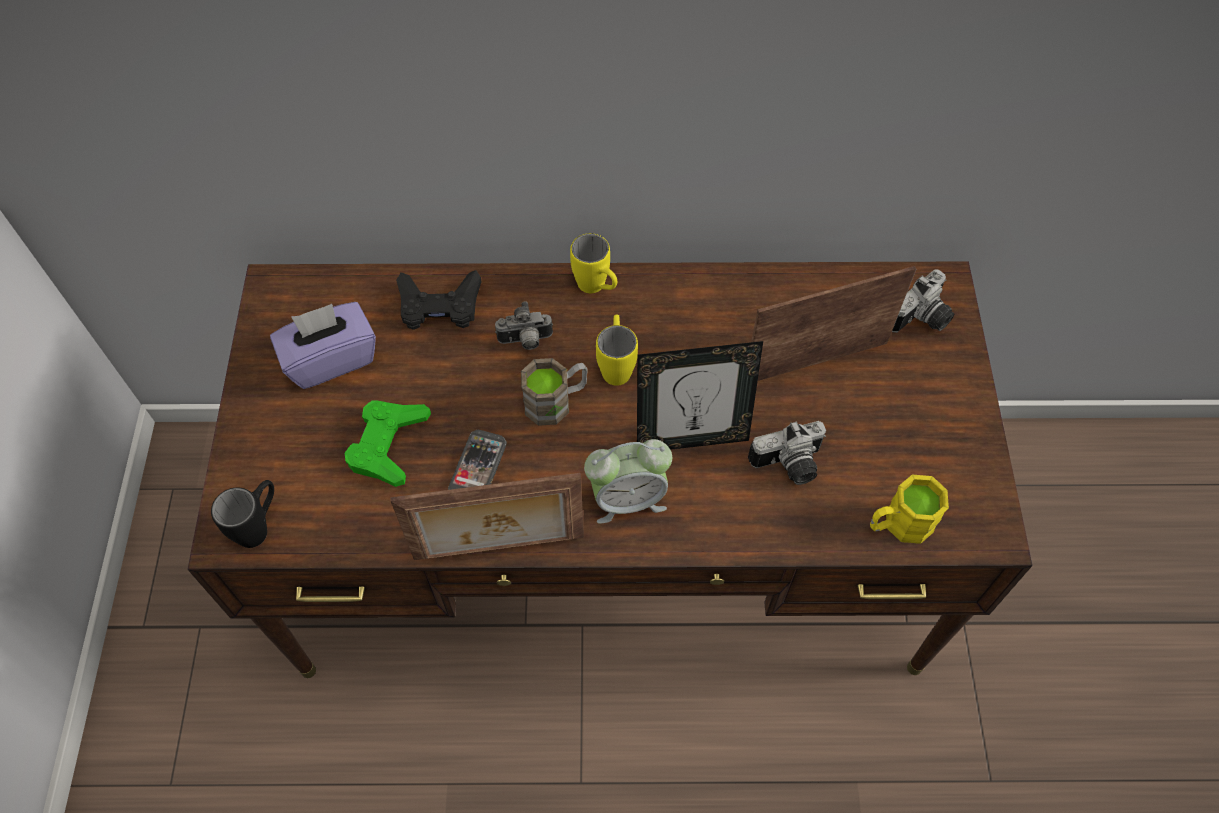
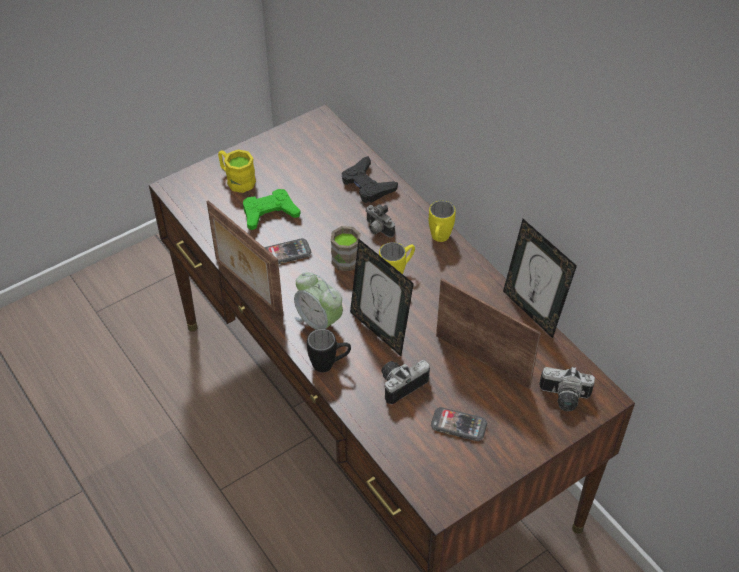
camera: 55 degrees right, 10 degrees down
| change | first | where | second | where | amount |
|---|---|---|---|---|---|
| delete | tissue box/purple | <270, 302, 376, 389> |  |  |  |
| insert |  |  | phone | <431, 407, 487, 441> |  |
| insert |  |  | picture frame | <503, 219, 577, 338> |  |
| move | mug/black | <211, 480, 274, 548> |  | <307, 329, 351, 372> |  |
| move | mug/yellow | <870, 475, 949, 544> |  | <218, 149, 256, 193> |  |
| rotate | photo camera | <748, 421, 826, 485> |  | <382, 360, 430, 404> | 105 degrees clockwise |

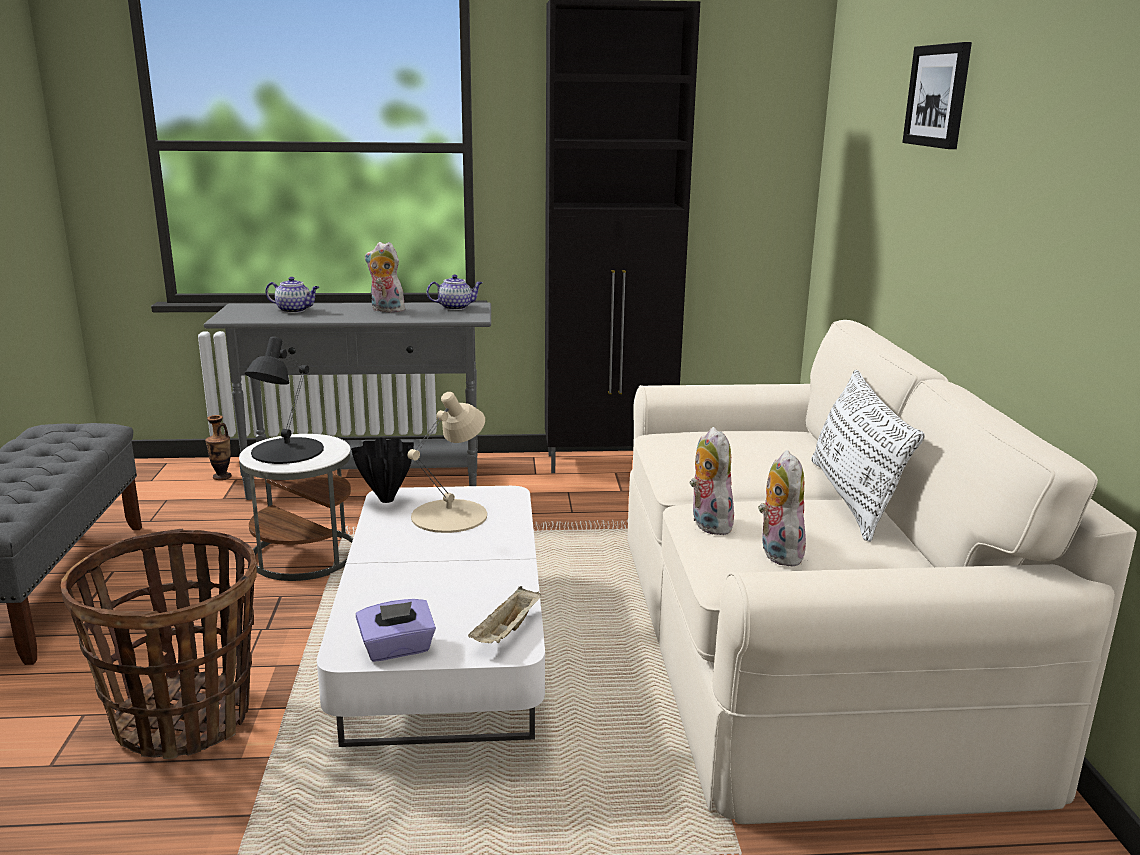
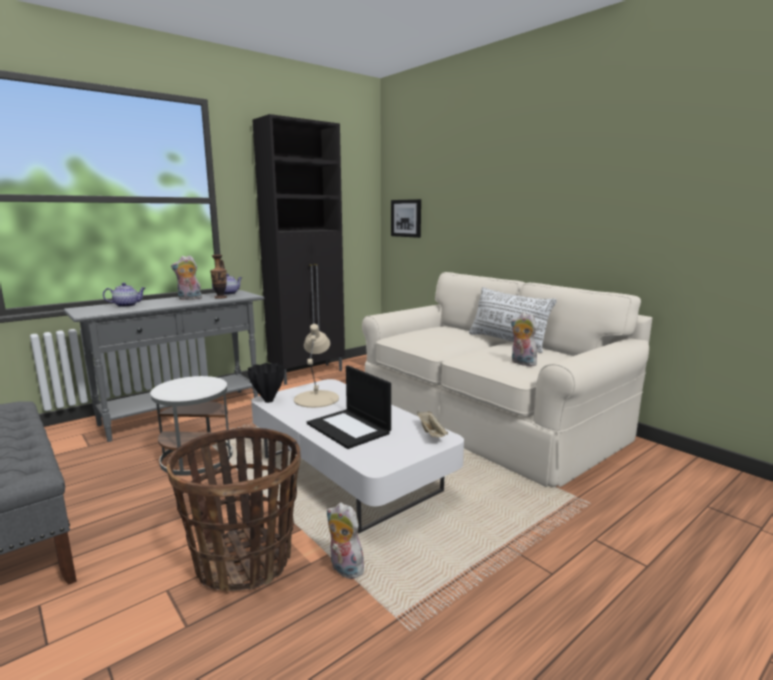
camera: 35 degrees left, 5 degrees down
| change | first | where | second | where | amount |
|---|---|---|---|---|---|
| delete | table lamp/black | <245, 336, 324, 464> |  |  |  |
| delete | tissue box/purple | <356, 599, 436, 662> |  |  |  |
| insert |  |  | laptop | <307, 365, 391, 449> |  |
| move | vase | <205, 415, 232, 480> |  | <210, 255, 227, 299> |  |
| move | plush toy | <690, 427, 735, 535> |  | <326, 502, 364, 579> |  |
| move | picture | <902, 42, 972, 149> |  | <391, 199, 421, 238> |  |

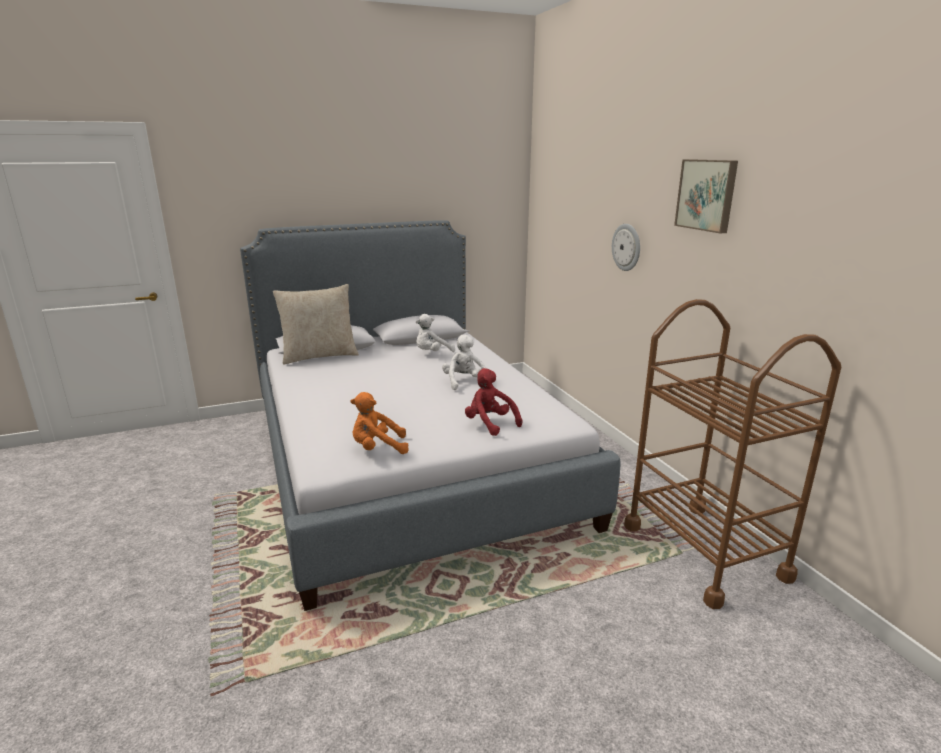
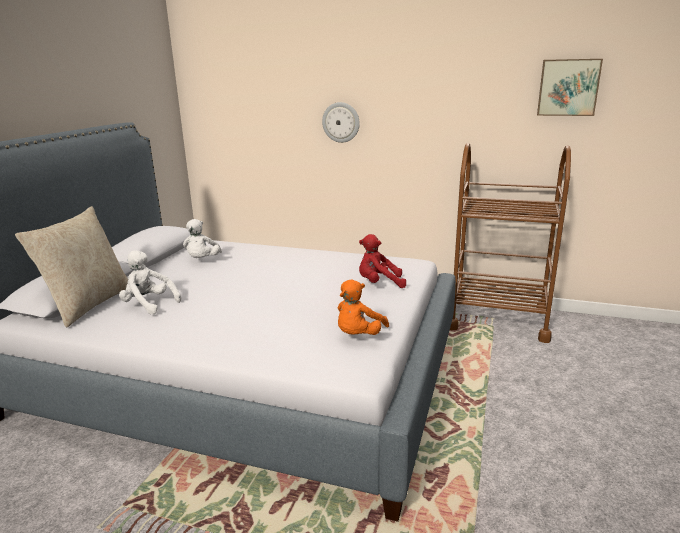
camera: 50 degrees left, 0 degrees up
| change | first | where | second | where | amount |
|---|---|---|---|---|---|
| move | plush toy/white | <442, 334, 486, 390> |  | <119, 250, 181, 314> |  |
| move | picture | <674, 159, 738, 234> |  | <537, 59, 603, 116> |  |

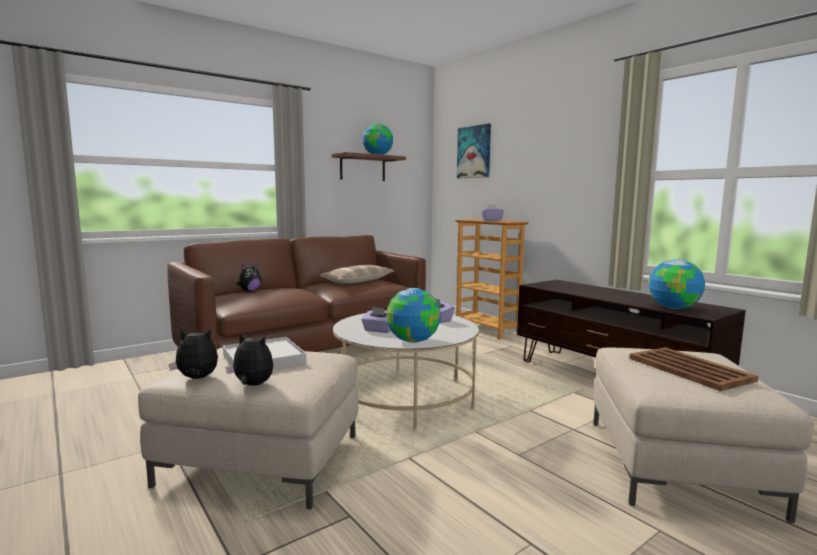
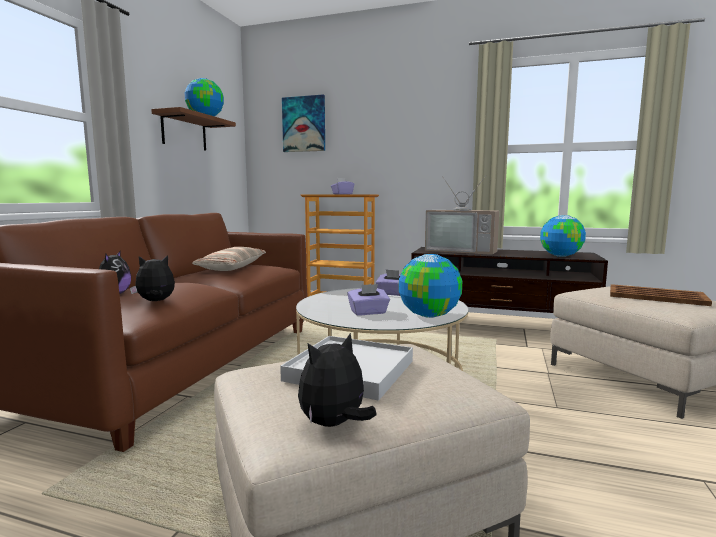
camera: 35 degrees left, 0 degrees up
| change | first | where | second | where | amount |
|---|---|---|---|---|---|
| insert |  |  | television | <425, 176, 499, 255> |  |
| move | plush toy | <226, 333, 273, 386> |  | <130, 255, 175, 301> |  |

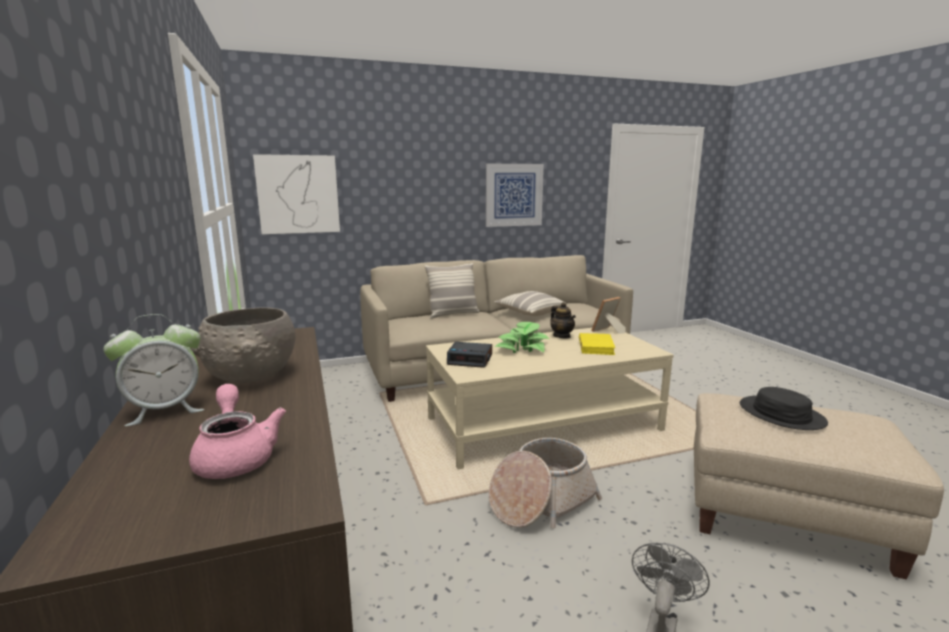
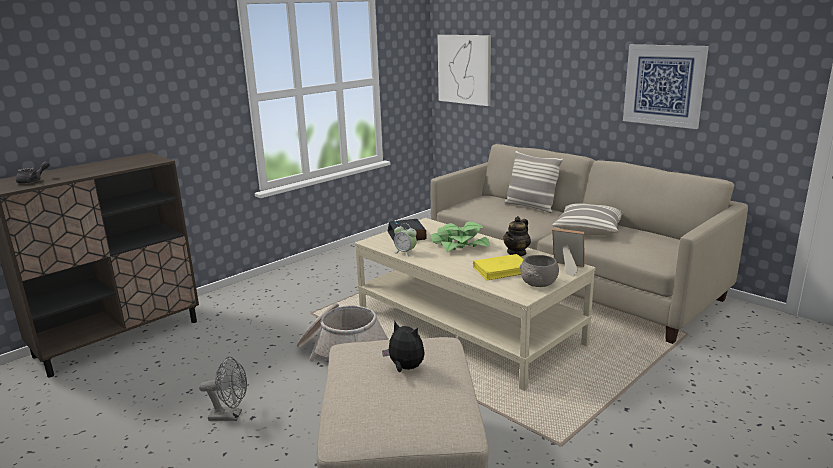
camera: 65 degrees right, 5 degrees up
| change | first | where | second | where | amount |
|---|---|---|---|---|---|
| move | alarm clock | <104, 314, 205, 426> |  | <394, 223, 417, 257> |  |
| move | bowl/grey | <191, 307, 296, 383> |  | <520, 255, 559, 287> |  |
| replace | hat/black | <740, 387, 828, 430> | plush toy | <382, 321, 425, 372> |  |
| recolor | teapot/pink | <189, 384, 286, 479> | teapot/grey | <16, 161, 50, 184> |  |

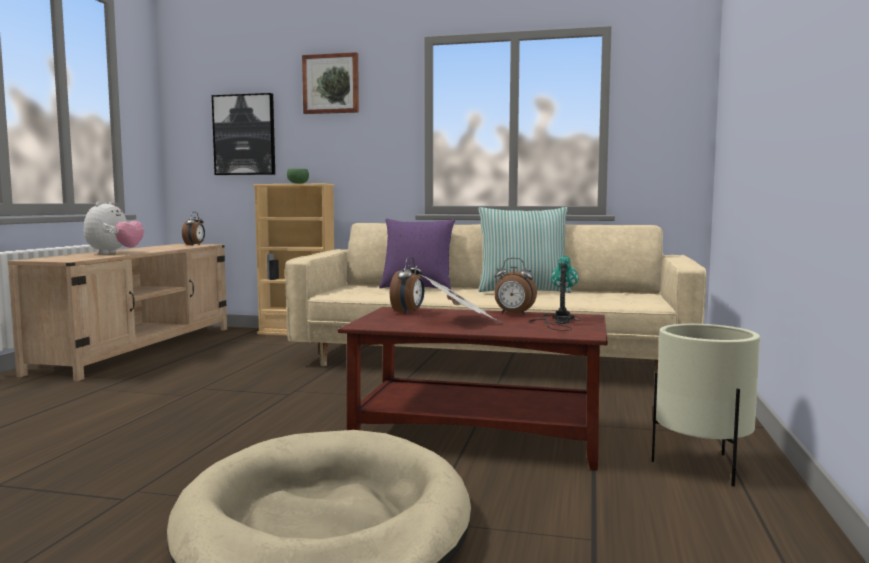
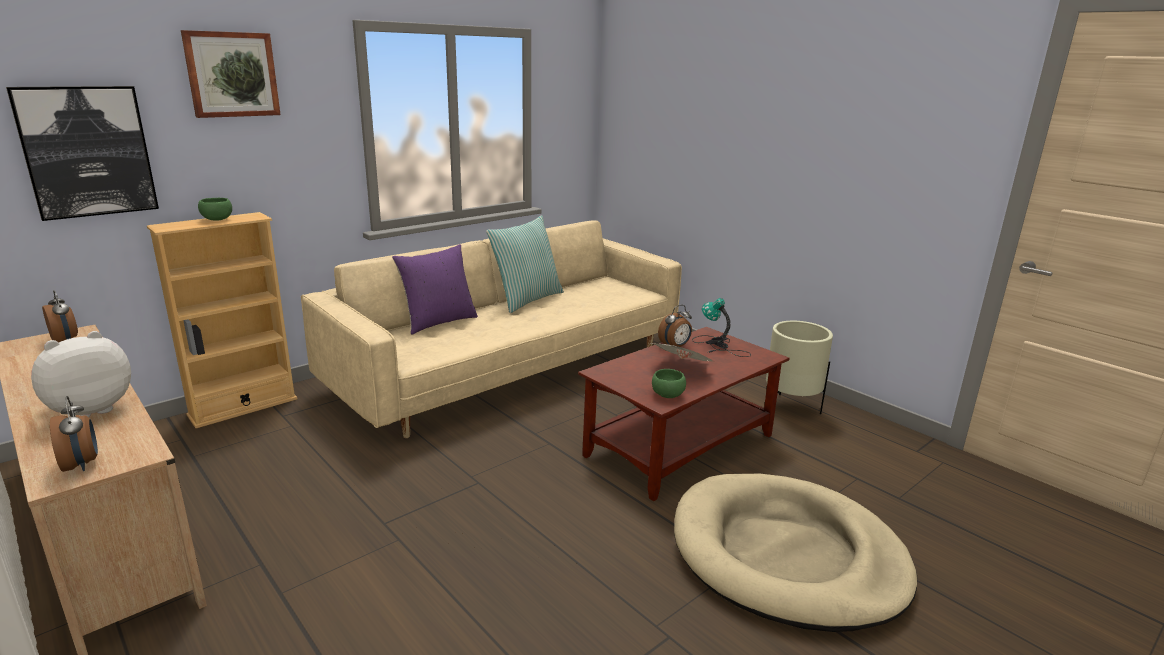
camera: 55 degrees left, 15 degrees up
| change | first | where | second | where | amount |
|---|---|---|---|---|---|
| insert |  |  | bowl/green | <652, 369, 686, 398> |  |
| move | alarm clock | <390, 257, 424, 314> |  | <50, 396, 98, 472> |  |
| rotate | plush toy | <84, 201, 144, 254> |  | <31, 331, 131, 417> | 90 degrees counterclockwise |

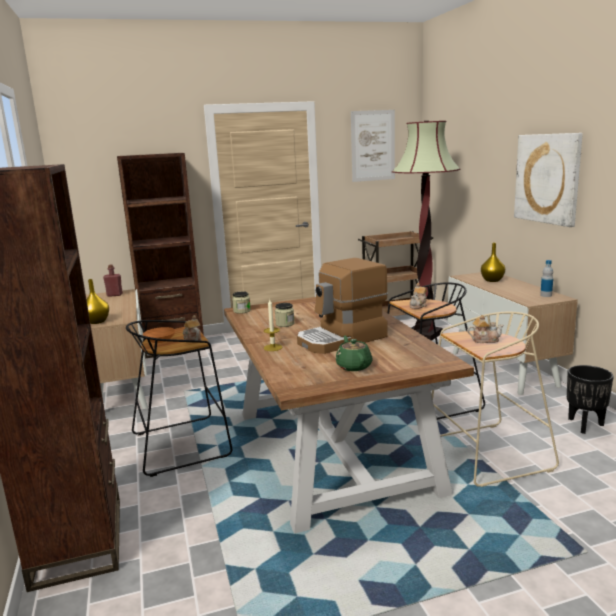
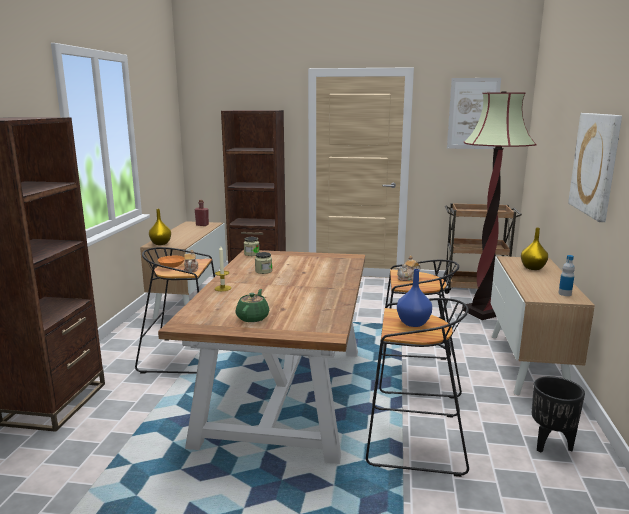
camera: 25 degrees right, 0 degrees up
| change | first | where | second | where | amount |
|---|---|---|---|---|---|
| delete | coffee machine | <297, 258, 388, 354> |  |  |  |
| replace | teapot | <467, 315, 504, 343> | vase/blue | <397, 269, 432, 327> |  |
| recolor | stool/beige | <432, 312, 559, 487> | stool/black | <366, 298, 469, 477> |  |

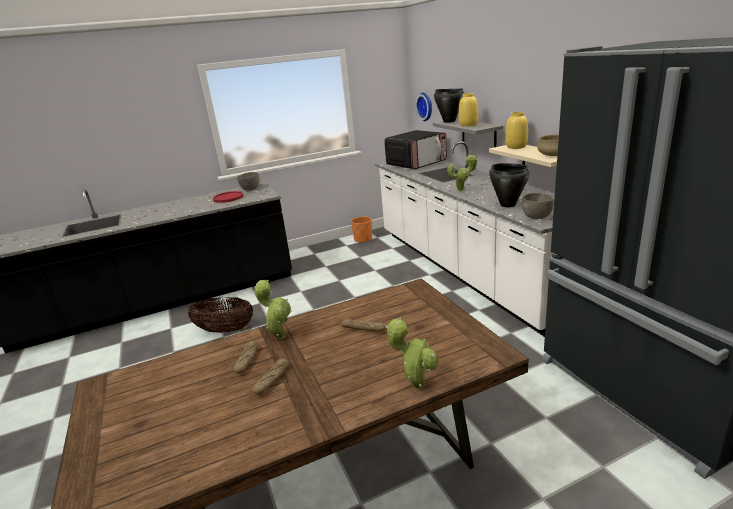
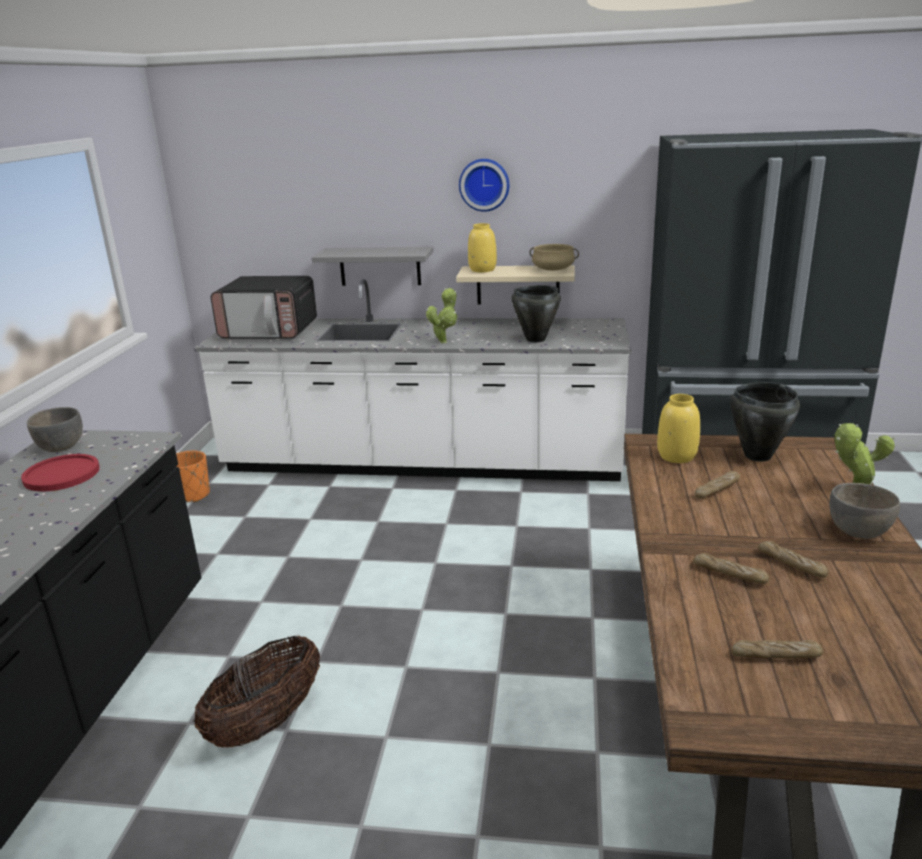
camera: 60 degrees left, 0 degrees up
| change | first | where | second | where | amount |
|---|---|---|---|---|---|
| delete | potted plant | <254, 280, 292, 339> |  |  |  |
| insert |  |  | bread | <731, 640, 823, 659> |  |
| move | wall clock | <416, 93, 432, 121> |  | <459, 159, 509, 212> |  |
| move | cooking pot/black | <434, 89, 464, 123> |  | <730, 382, 800, 461> |  |
| move | vase/yellow | <459, 93, 478, 127> |  | <657, 394, 700, 463> |  |
| move | bowl/grey | <522, 193, 554, 219> |  | <830, 483, 900, 539> |  |
| rotate | microwave | <384, 130, 447, 169> |  | <211, 276, 317, 339> | 105 degrees clockwise |

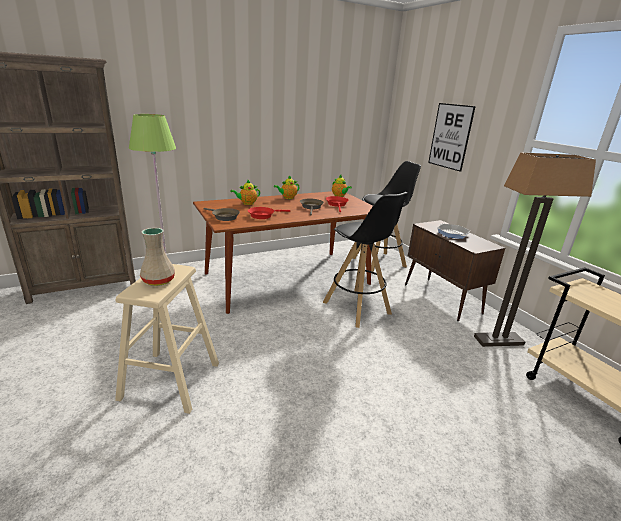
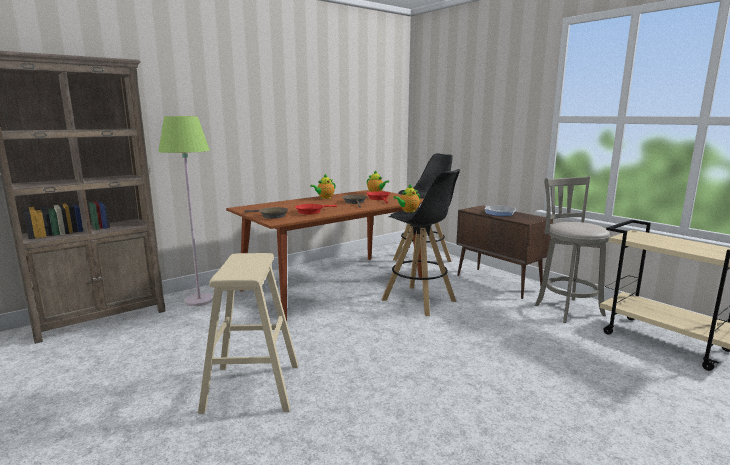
camera: 10 degrees left, 10 degrees down
| change | first | where | second | where | amount |
|---|---|---|---|---|---|
| delete | vase/beige | <140, 228, 175, 286> |  |  |  |
| delete | picture | <428, 103, 476, 172> |  |  |  |
| move | teapot | <230, 180, 260, 205> |  | <393, 184, 420, 212> |  |
| replace | floor lamp | <474, 153, 596, 347> | stool/grey | <535, 176, 610, 323> |  |

